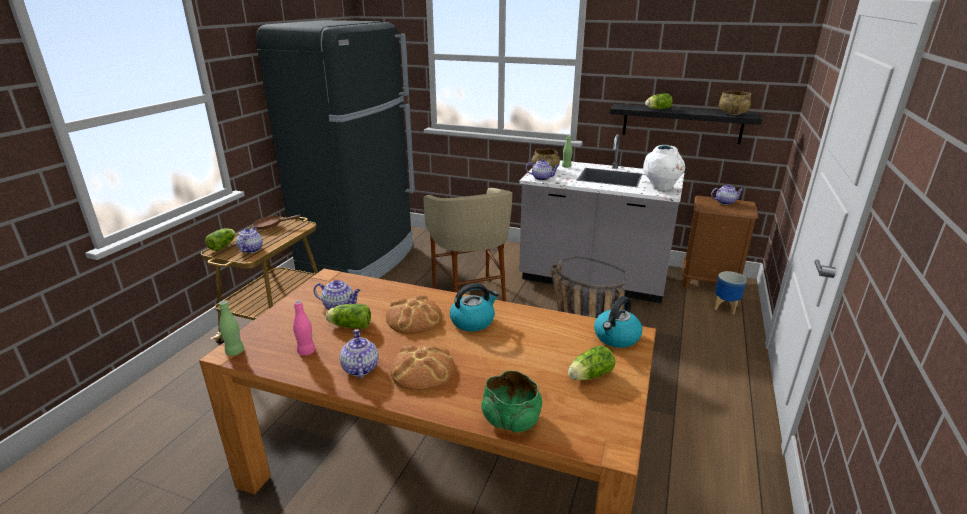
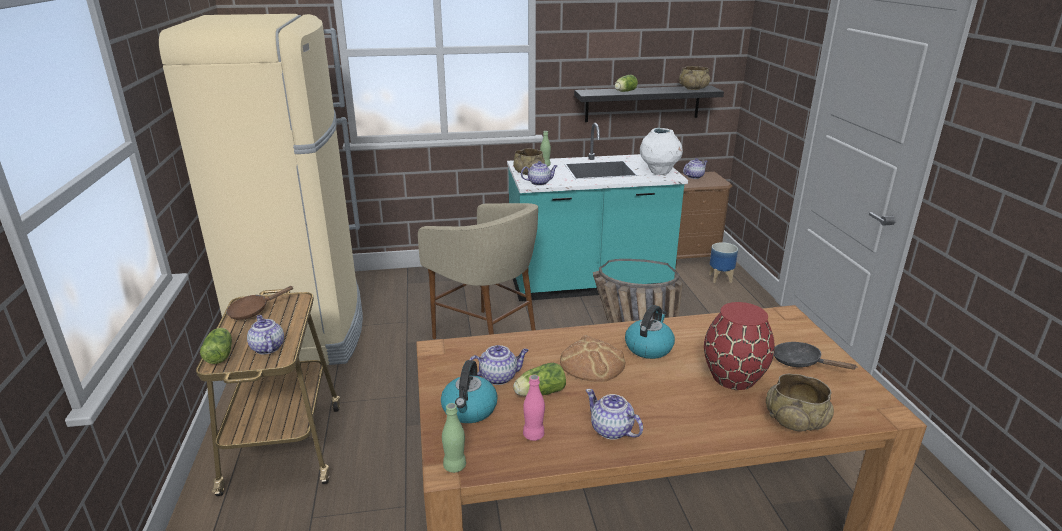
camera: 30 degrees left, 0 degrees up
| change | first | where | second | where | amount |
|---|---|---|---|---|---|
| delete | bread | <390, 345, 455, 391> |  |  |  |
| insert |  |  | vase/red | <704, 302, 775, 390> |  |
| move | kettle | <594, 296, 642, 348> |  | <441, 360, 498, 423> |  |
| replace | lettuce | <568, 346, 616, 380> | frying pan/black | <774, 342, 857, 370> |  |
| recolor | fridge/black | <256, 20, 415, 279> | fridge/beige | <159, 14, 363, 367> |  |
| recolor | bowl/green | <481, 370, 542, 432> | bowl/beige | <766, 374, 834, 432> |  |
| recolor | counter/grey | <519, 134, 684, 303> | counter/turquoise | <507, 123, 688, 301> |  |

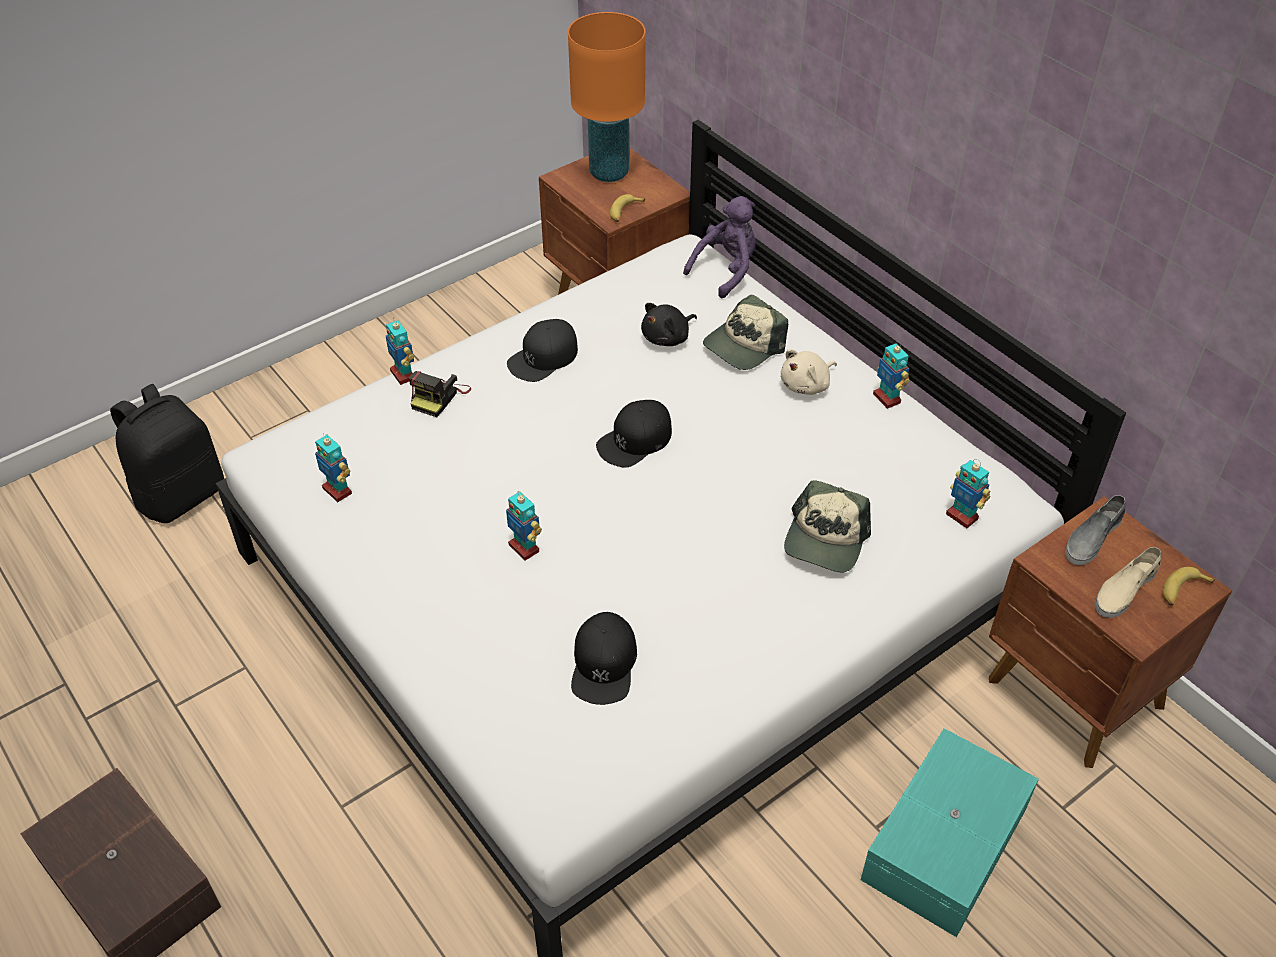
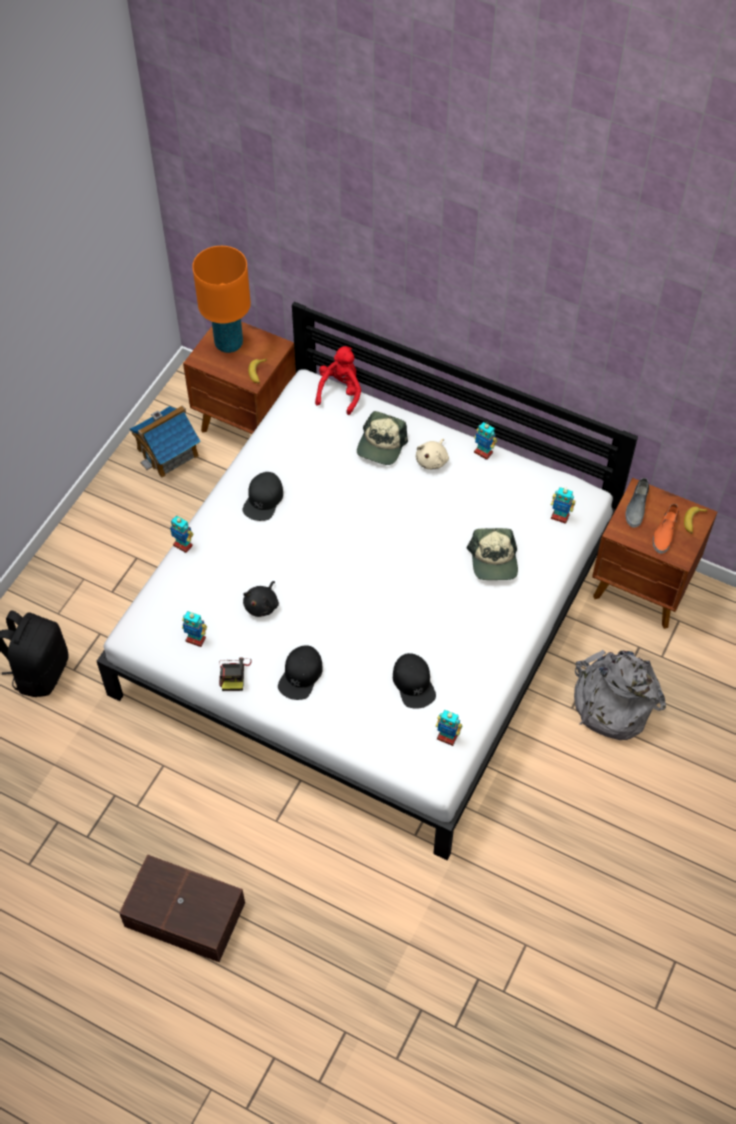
camera: 25 degrees left, 10 degrees up
| change | first | where | second | where | amount |
|---|---|---|---|---|---|
| insert |  |  | toy house | <130, 405, 201, 478> |  |
| move | photo camera | <409, 371, 471, 417> |  | <219, 658, 252, 691> |  |
| move | toy robot | <506, 492, 542, 561> |  | <436, 710, 462, 746> |  |
| move | cap/black | <596, 400, 672, 468> |  | <278, 645, 323, 700> |  |
| move | plush toy/black | <641, 303, 697, 346> |  | <243, 581, 279, 617> |  |
| replace | storage box/turquoise | <861, 728, 1039, 937> | backpack/grey | <574, 650, 666, 740> |  |
| recolor | plush toy/purple | <683, 196, 756, 298> | plush toy/red | <315, 346, 361, 415> |  |
| recolor | shoe/beige | <1094, 547, 1161, 618> | shoe/orange | <653, 504, 679, 554> |  |

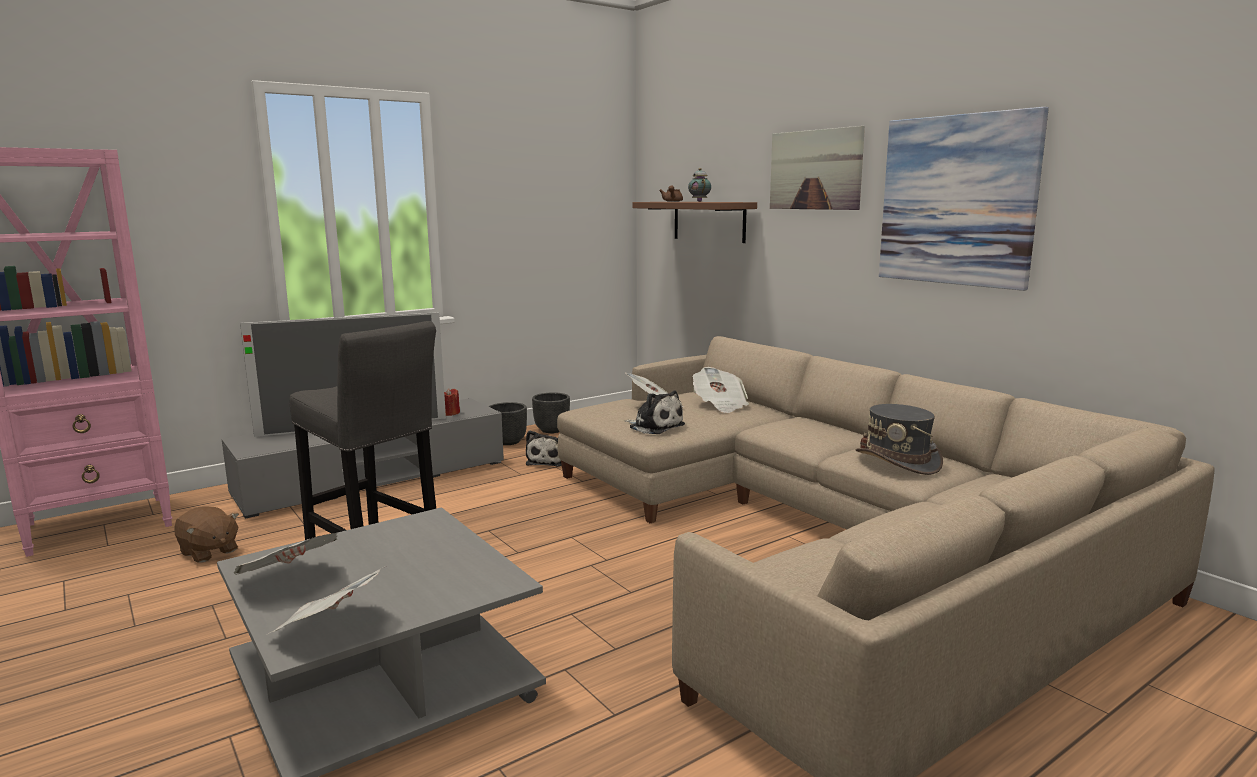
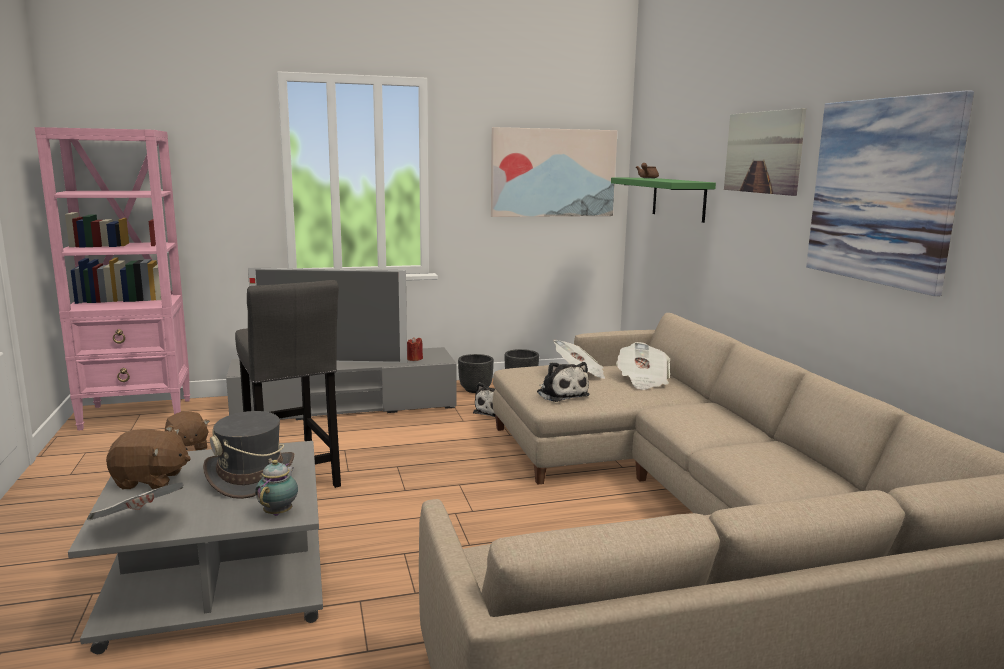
camera: 20 degrees right, 0 degrees up
| change | first | where | second | where | amount |
|---|---|---|---|---|---|
| insert |  |  | picture | <491, 127, 617, 217> |  |
| move | teapot | <688, 168, 711, 202> |  | <255, 460, 298, 516> |  |
| move | hat/grey | <855, 404, 943, 475> |  | <203, 411, 294, 499> |  |
| replace | newspaper | <234, 533, 338, 575> | plush toy/brown | <106, 428, 191, 489> |  |
| recolor | shelf/brown | <633, 202, 757, 243> | shelf/green | <611, 178, 716, 223> |  |

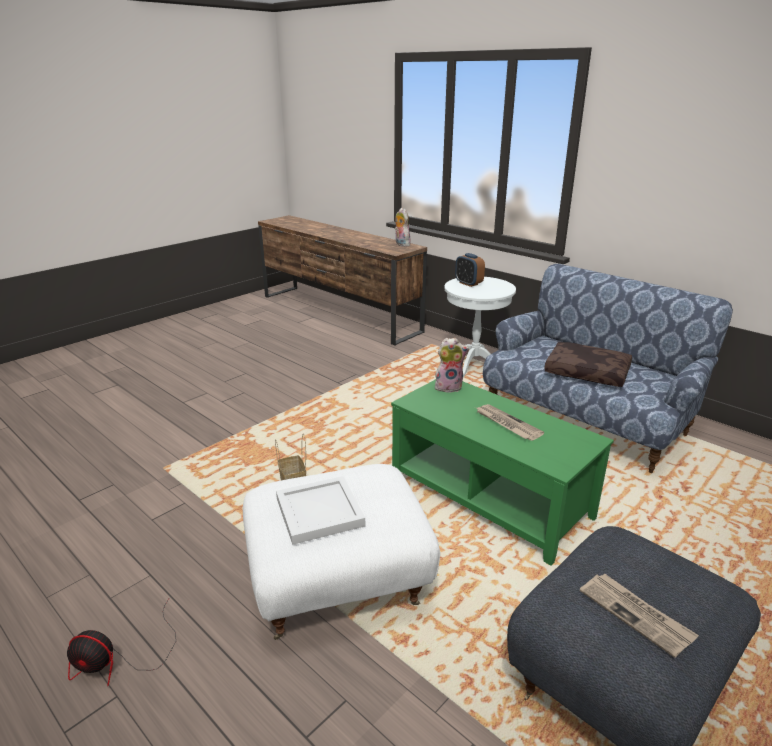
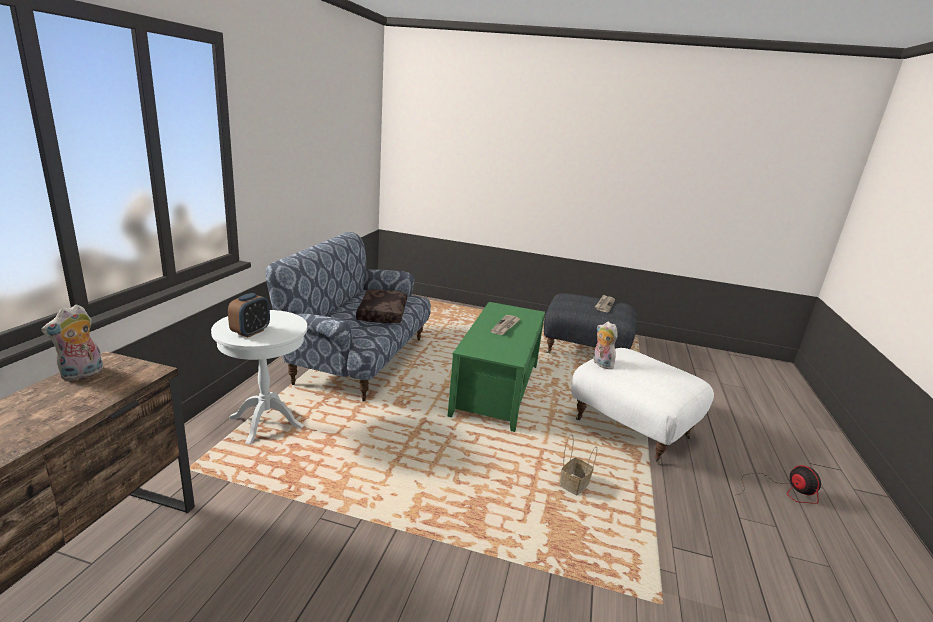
camera: 120 degrees left, 5 degrees down
| change | first | where | second | where | amount |
|---|---|---|---|---|---|
| delete | tray/white | <276, 476, 365, 545> |  |  |  |
| move | plush toy | <435, 338, 469, 393> |  | <594, 321, 617, 369> |  |

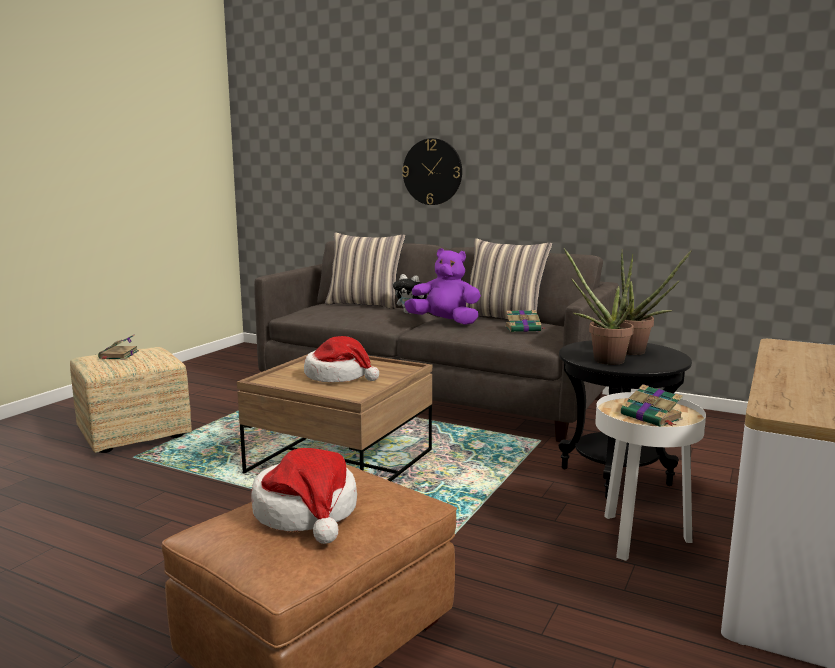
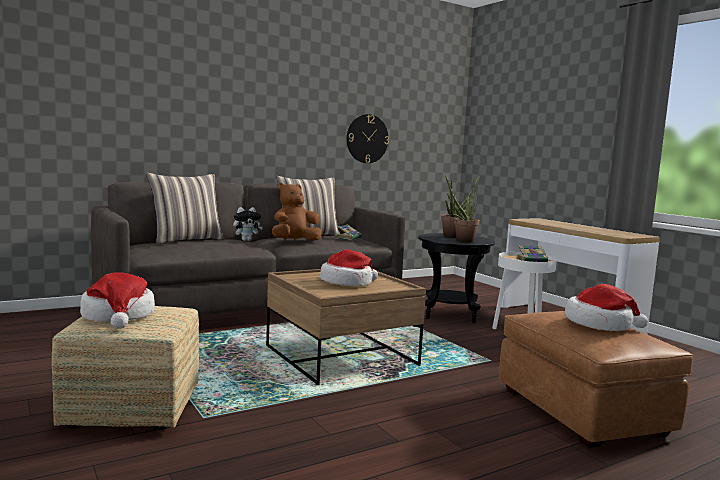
camera: 60 degrees left, 5 degrees down
| change | first | where | second | where | amount |
|---|---|---|---|---|---|
| move | wall clock | <402, 138, 462, 205> |  | <347, 114, 389, 163> |  |
| replace | book | <98, 334, 139, 359> | hat | <80, 272, 155, 329> |  |
| recolor | plush toy/purple | <404, 248, 481, 325> | plush toy/brown | <272, 183, 321, 241> |  |

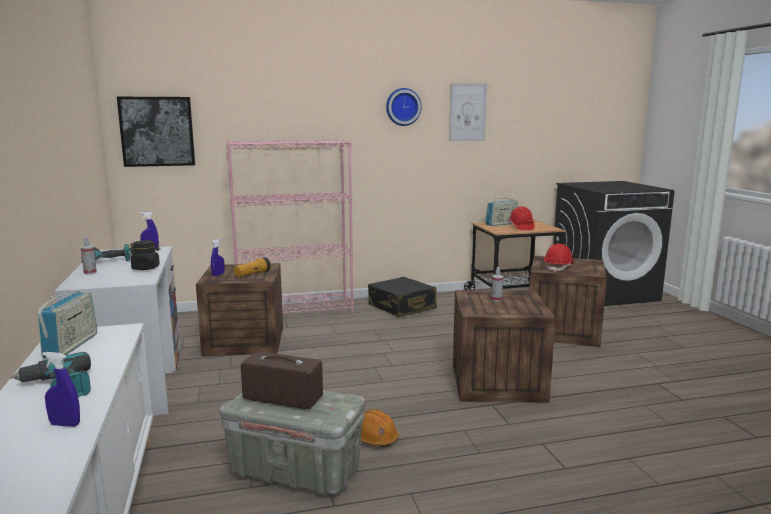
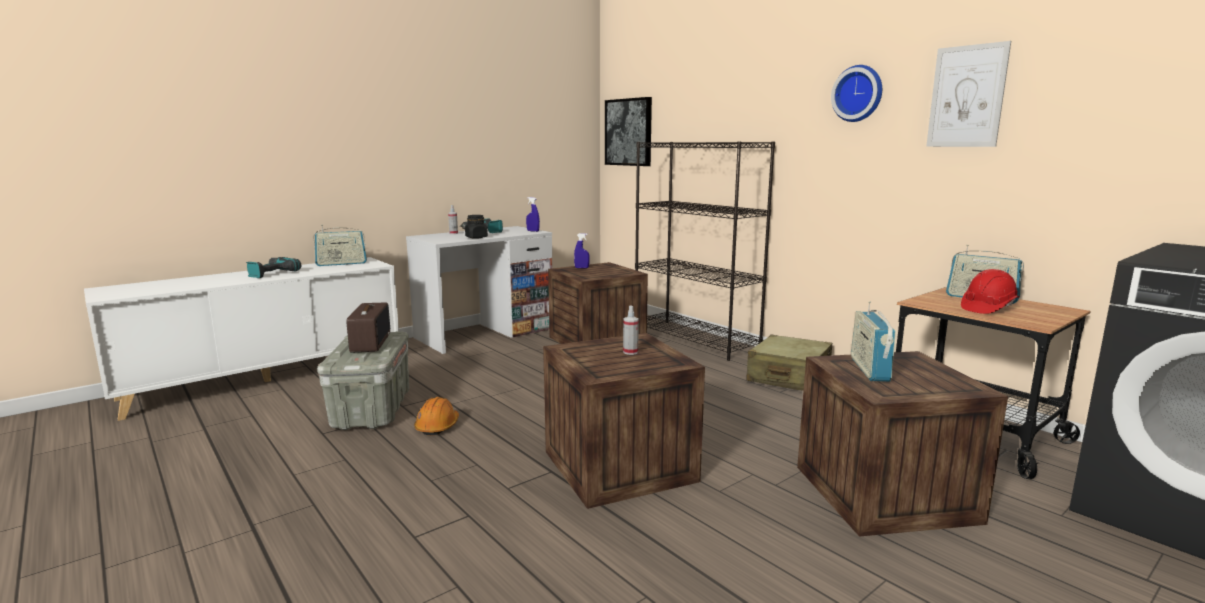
camera: 65 degrees right, 0 degrees up
| change | first | where | second | where | amount |
|---|---|---|---|---|---|
| delete | spray bottle/blue | <42, 352, 80, 427> |  |  |  |
| delete | flashlight | <233, 257, 271, 277> |  |  |  |
| replace | hard hat/red | <544, 244, 574, 272> | radio | <851, 301, 896, 382> |  |
| recolor | bookcase/pink | <227, 140, 354, 314> | bookcase/black | <635, 141, 775, 361> |  |
| recolor | suitcase/black | <368, 277, 437, 317> | suitcase/beige | <746, 335, 832, 391> |  |

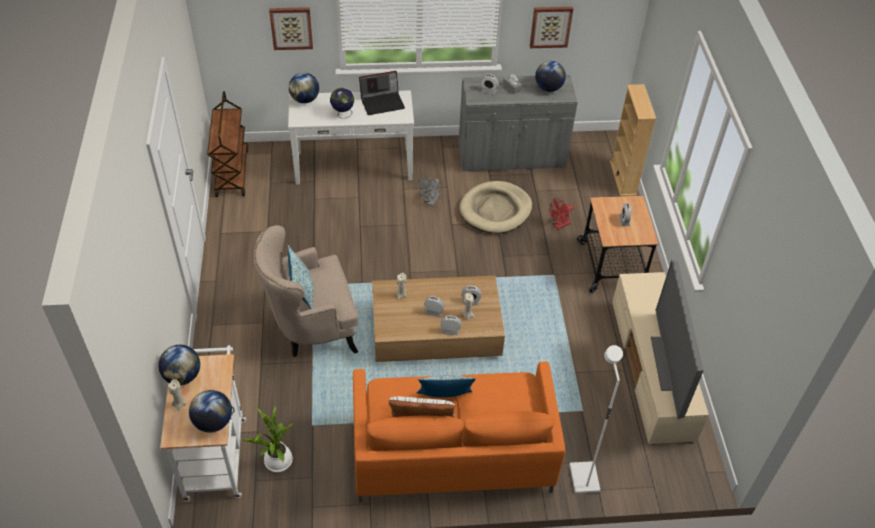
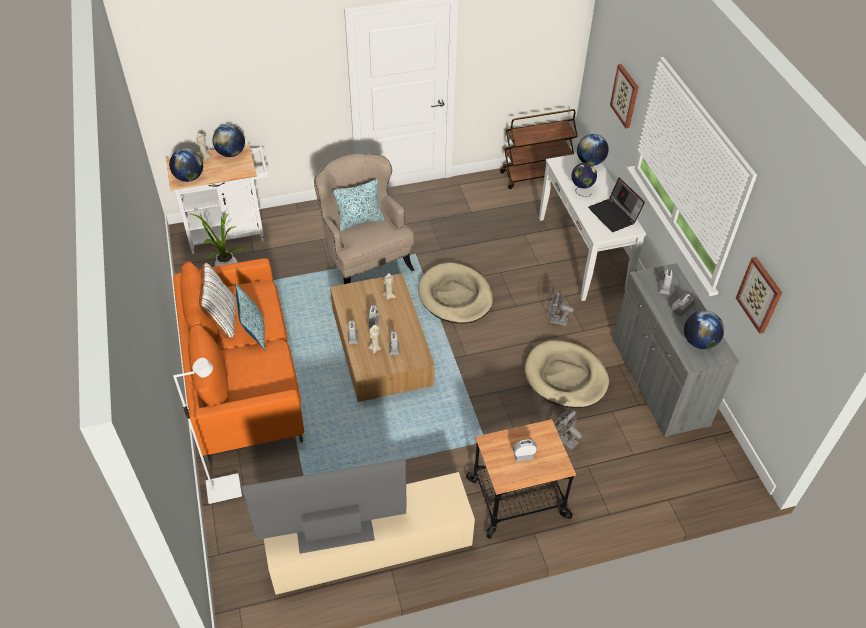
camera: 80 degrees right, 0 degrees up
| change | first | where | second | where | amount |
|---|---|---|---|---|---|
| delete | bookcase/beige | <610, 84, 656, 196> |  |  |  |
| insert |  |  | dog bed/beige | <418, 262, 493, 324> |  |
| recolor | fan/red | <549, 198, 574, 230> | fan/grey | <554, 410, 582, 450> |  |

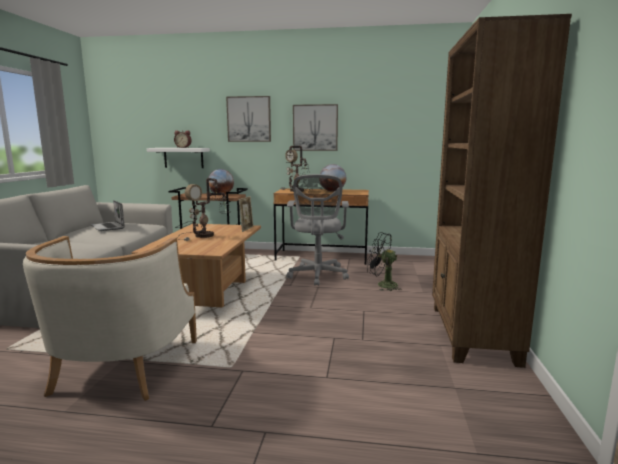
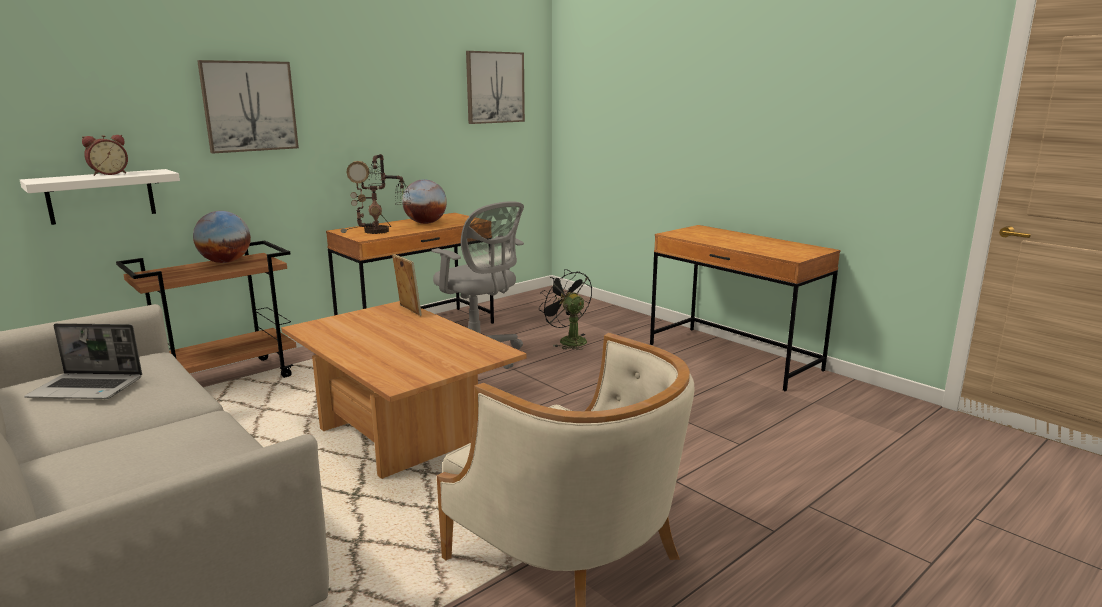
camera: 50 degrees left, 5 degrees up
| change | first | where | second | where | amount |
|---|---|---|---|---|---|
| delete | table lamp | <177, 178, 230, 241> |  |  |  |
| move | picture | <293, 104, 338, 151> |  | <466, 51, 525, 124> |  |
| replace | bookcase/brown | <432, 14, 572, 368> | desk/brown | <650, 225, 841, 391> |  |
| rotate | fan/black | <367, 232, 402, 291> |  | <539, 269, 592, 350> | 75 degrees clockwise |

